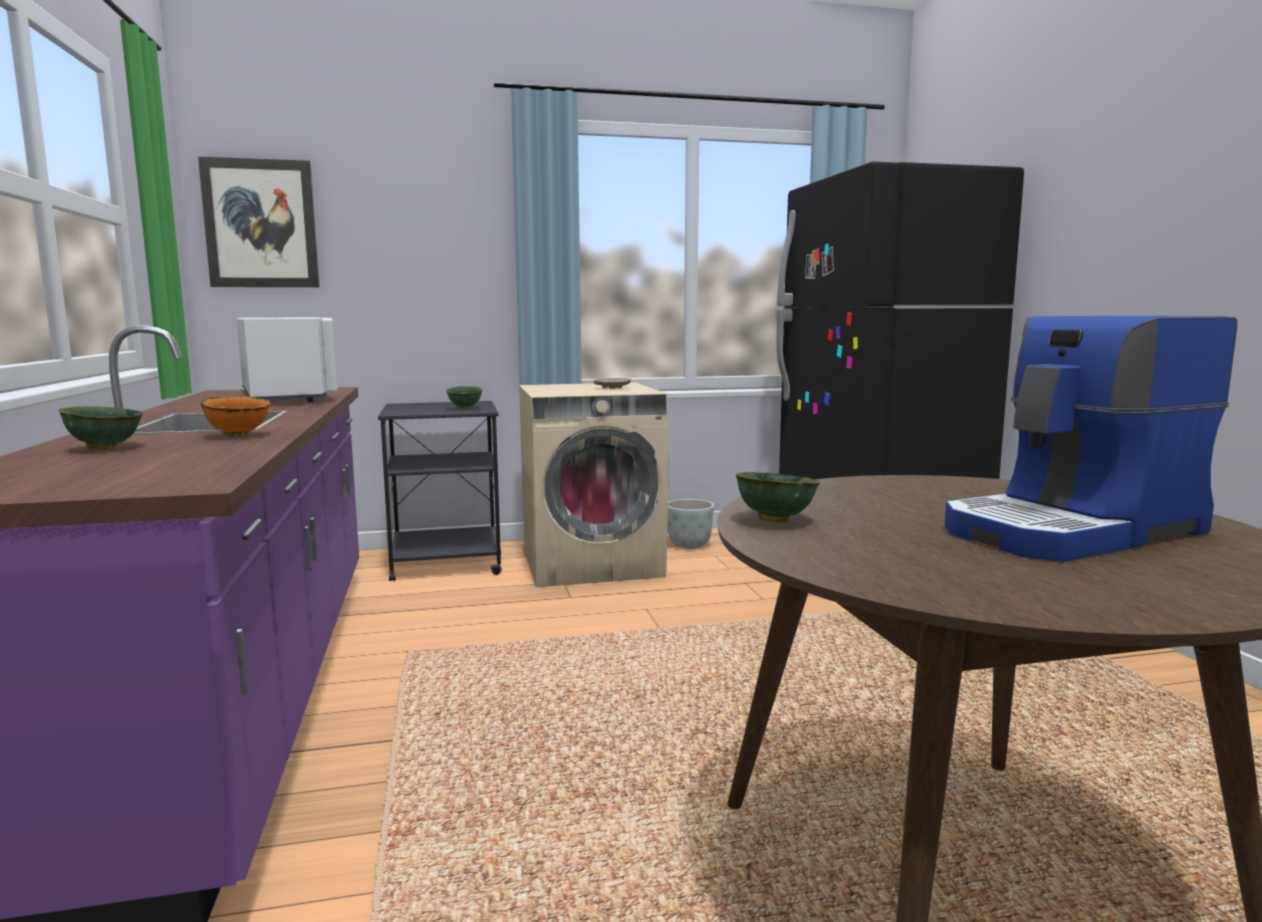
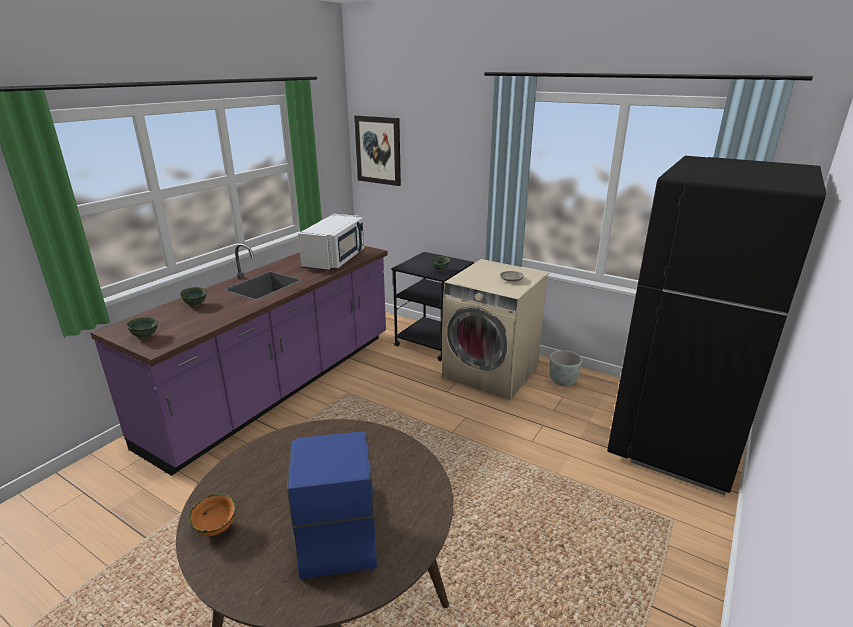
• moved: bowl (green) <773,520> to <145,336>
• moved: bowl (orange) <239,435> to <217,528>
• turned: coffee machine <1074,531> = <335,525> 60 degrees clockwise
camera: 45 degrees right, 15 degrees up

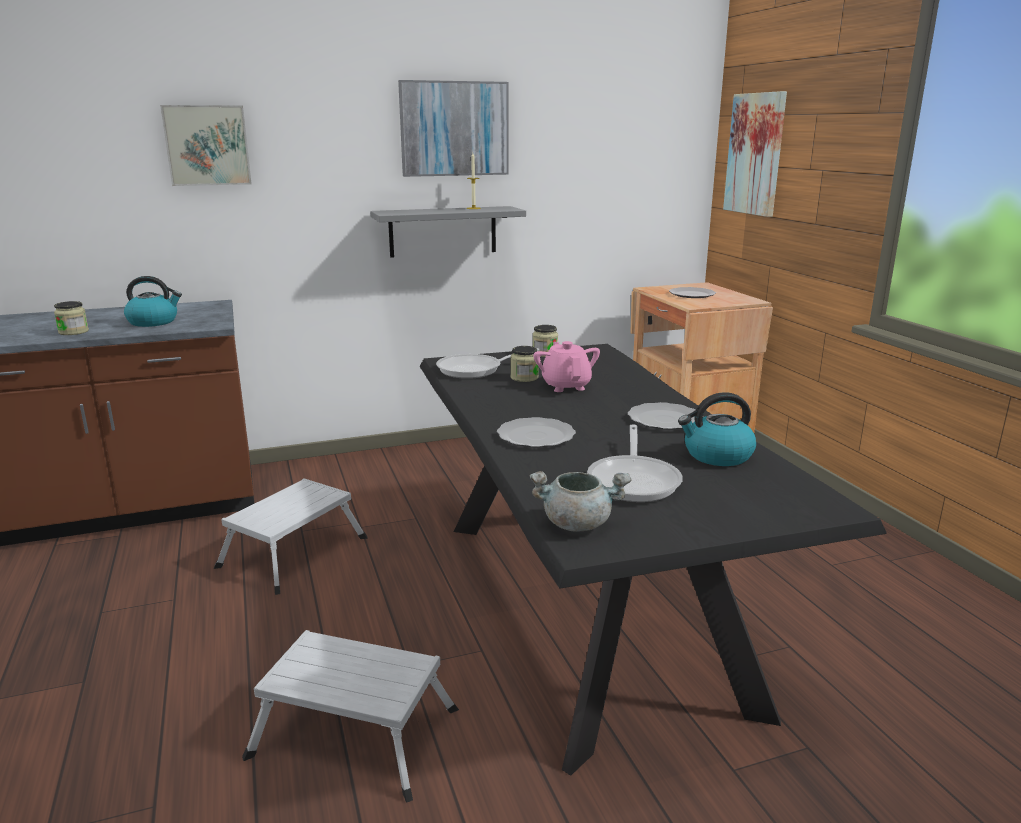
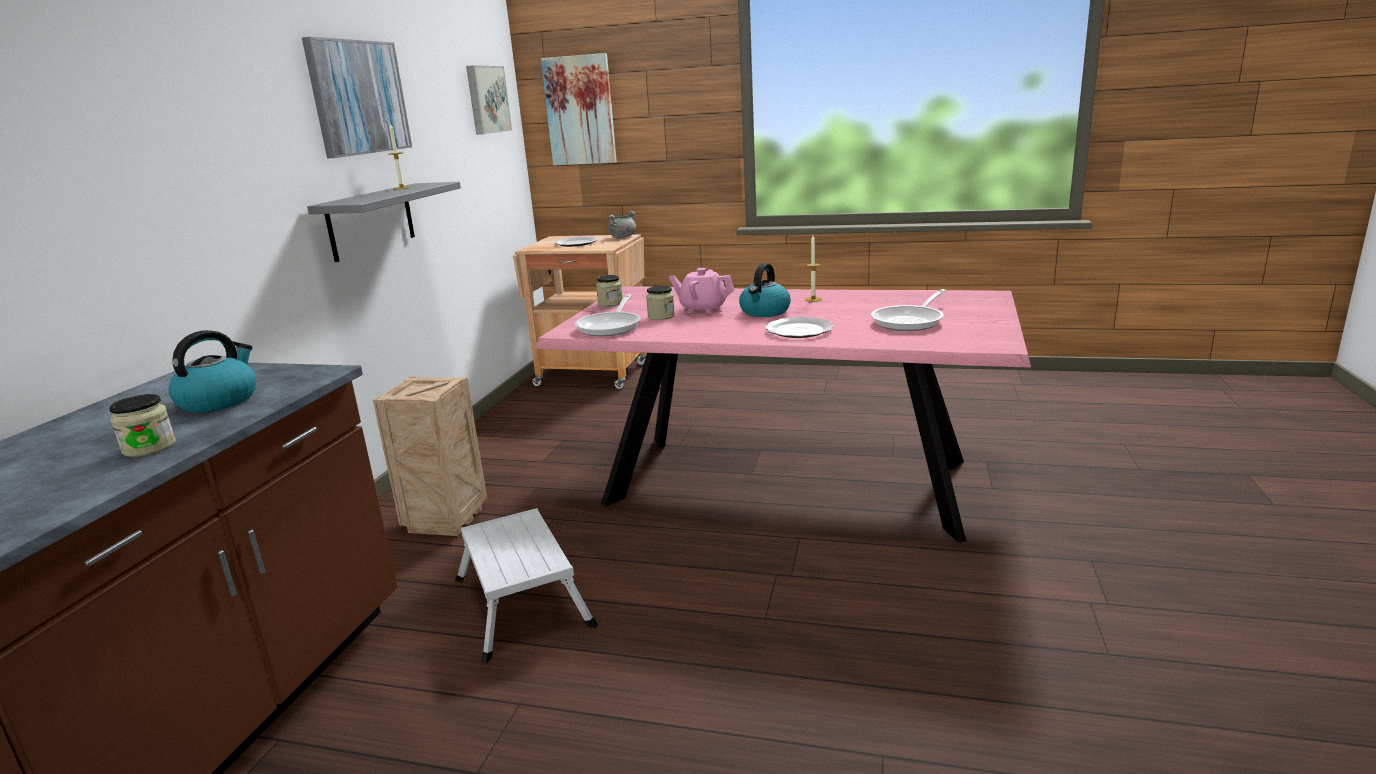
• added: crate <446,519>
• moved: picture <207,145> to <486,100>
• recoloured: dining table (black) <585,608> to dining table (pink) <786,483>
• moved: cooking pot (grey) <577,523> to <622,236>
• moved: kettle <717,455> to <764,312>
• replaced: plate <663,419> to candle <813,299>
• turned: frying pan <634,480> = <911,321> 90 degrees clockwise
• removed: step ladder (white) <356,733>
camera: 55 degrees left, 0 degrees up

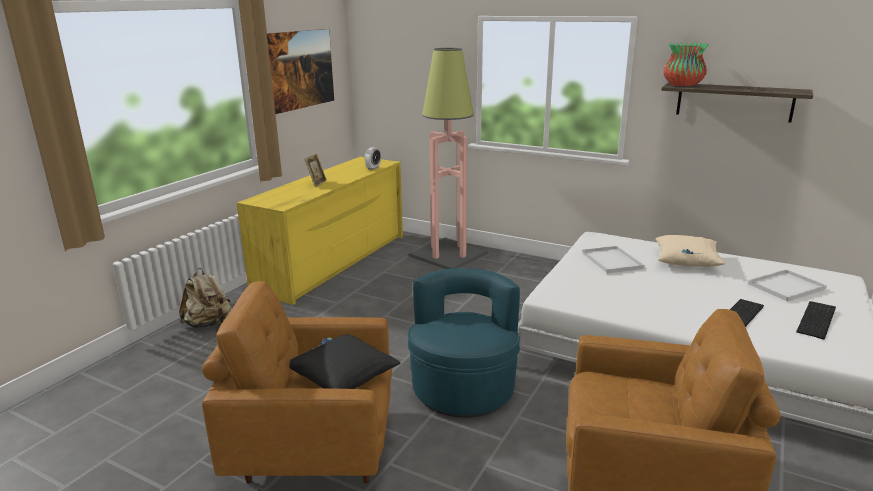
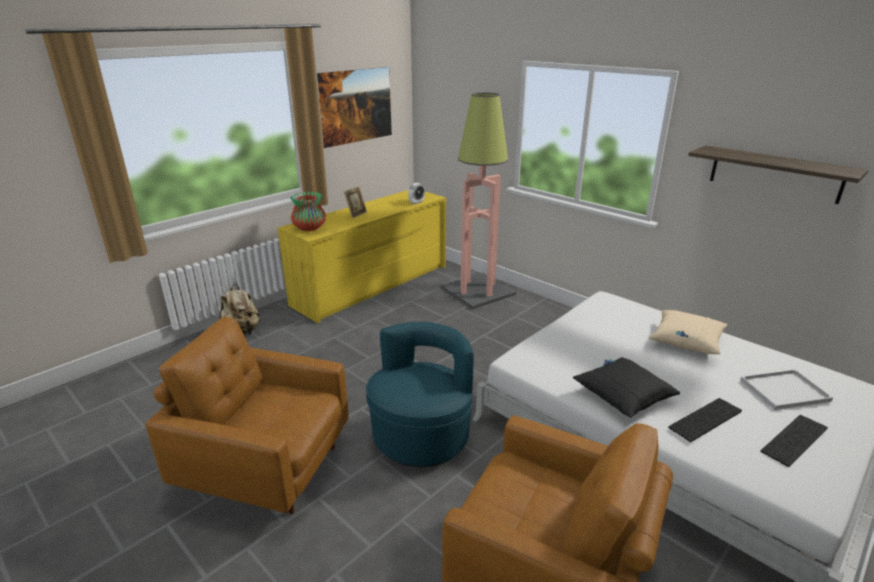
• moved: vase <682,85> to <309,228>
• moved: pillow (black) <343,377> to <623,397>
• removed: tray (white) <613,261>
camera: 15 degrees right, 5 degrees up

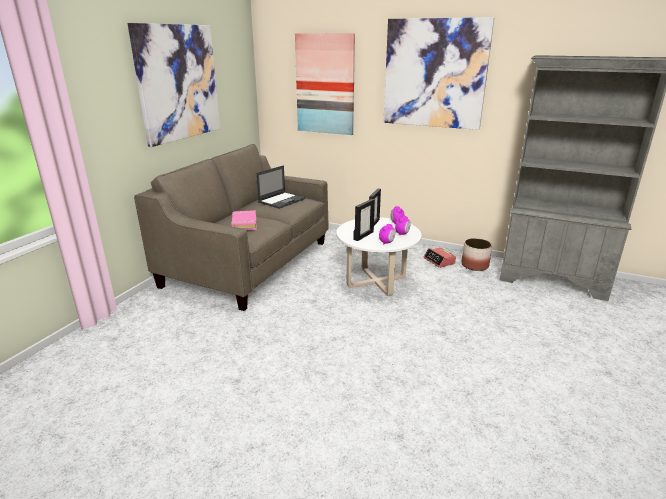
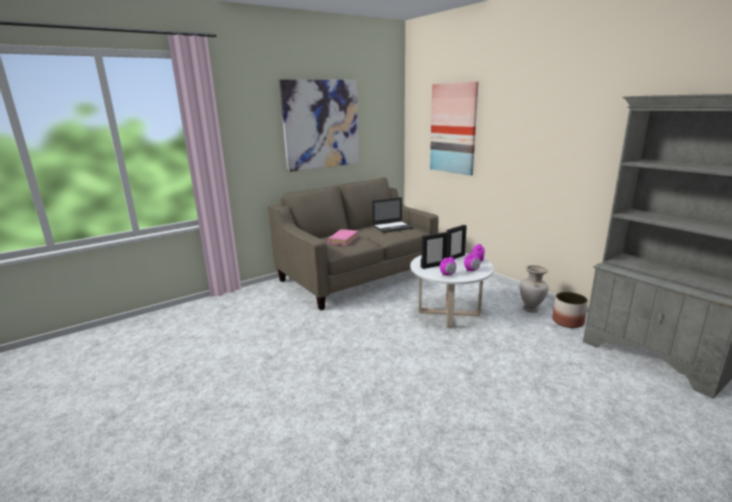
• replaced: alarm clock <439,261> to vase (beige) <531,309>
• removed: picture <434,74>
camera: 30 degrees right, 5 degrees down

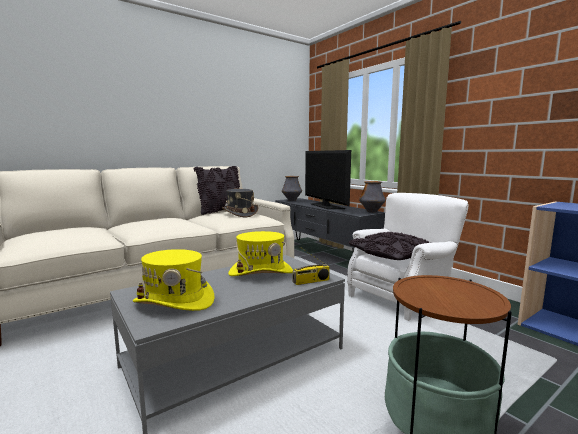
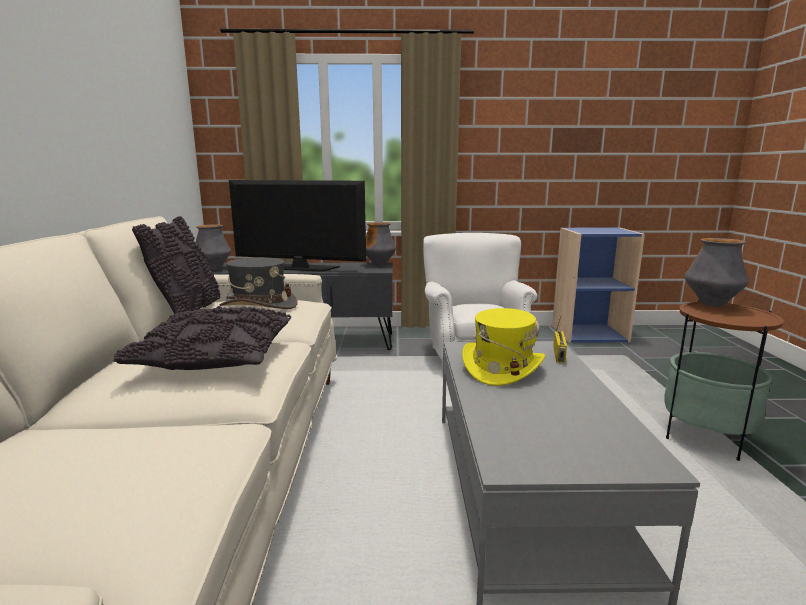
• moved: pillow (black) <391,255> to <215,357>
• added: vase <711,304>
• removed: hat (yellow) <175,301>
camera: 55 degrees left, 5 degrees up

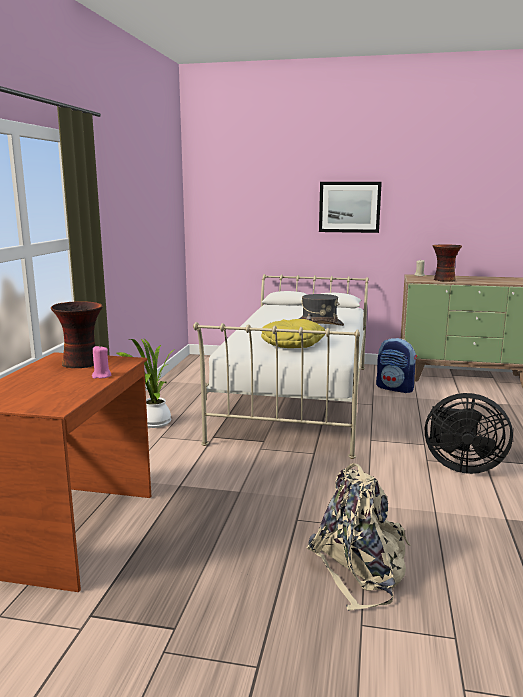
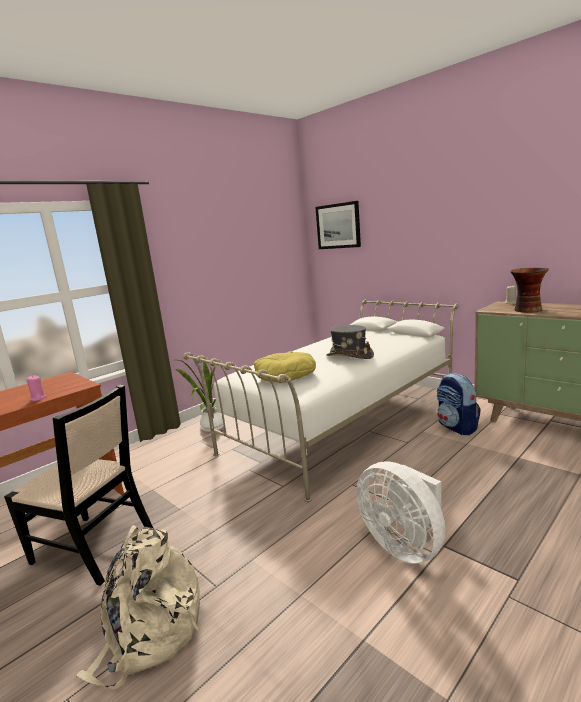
• added: chair <93,548>
• moved: picture <349,207> to <338,226>
• recoloured: fan (black) <460,466> to fan (white) <404,545>
• removed: vase <82,363>
camera: 35 degrees right, 0 degrees up

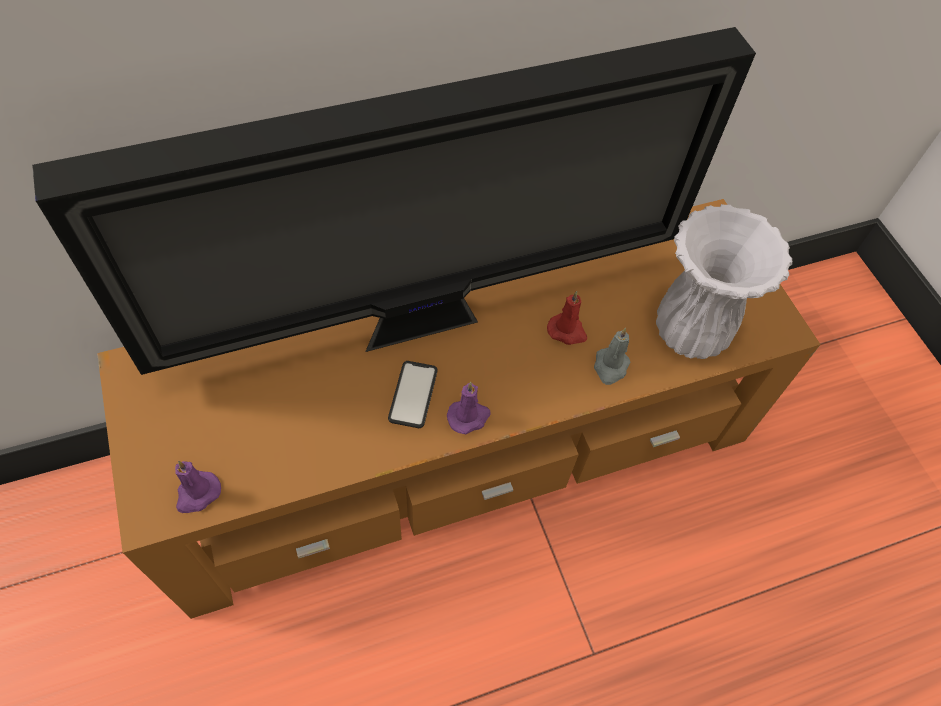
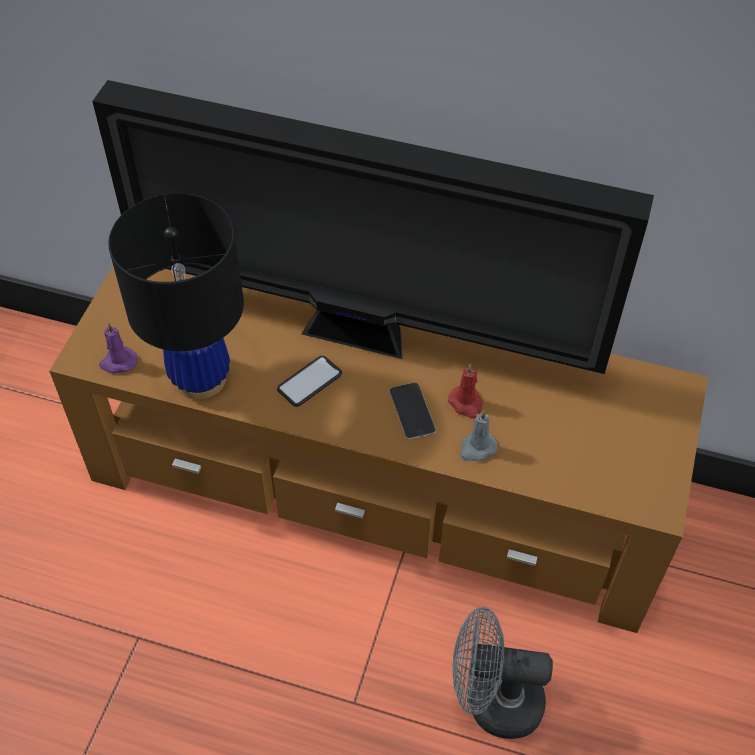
• added: table lamp (black) <200,379>
• added: phone <412,411>
• added: fan (grey) <493,701>
• removed: candle (purple) <469,417>
• removed: vase (white) <689,332>
camera: 40 degrees right, 5 degrees down

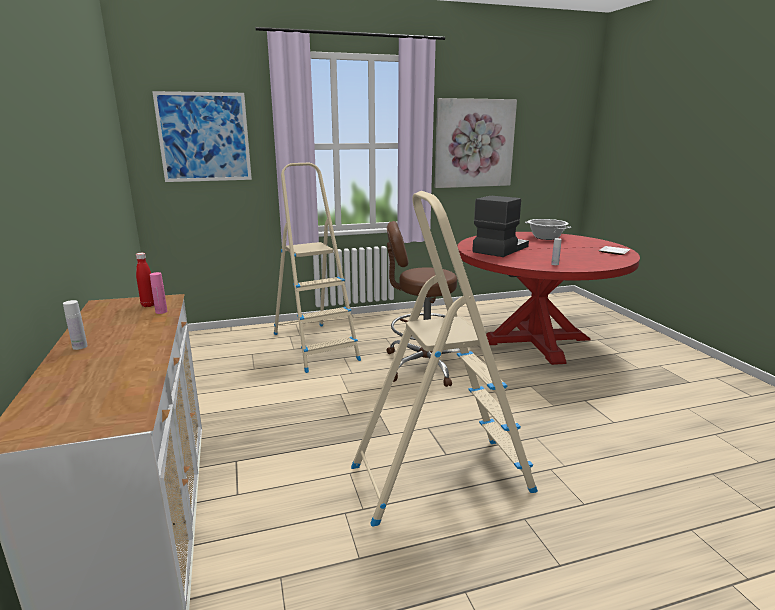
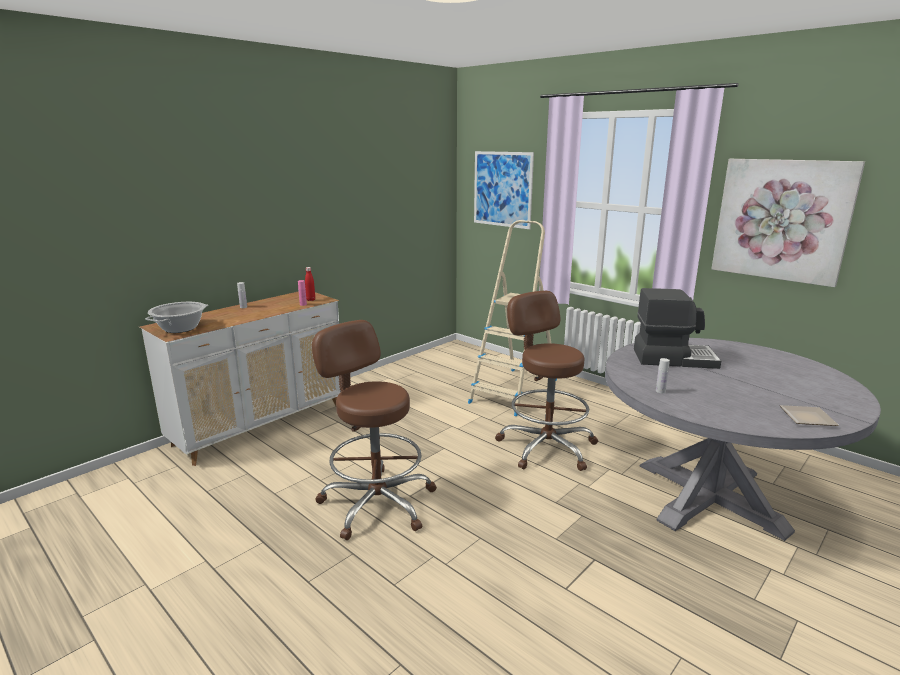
• moved: cooking pot <546,237> to <180,328>
• replaced: step ladder (beige) <442,478> to stool (brown) <376,502>
• recoloured: dining table (red) <534,340> to dining table (grey) <709,496>
camera: 60 degrees right, 0 degrees up

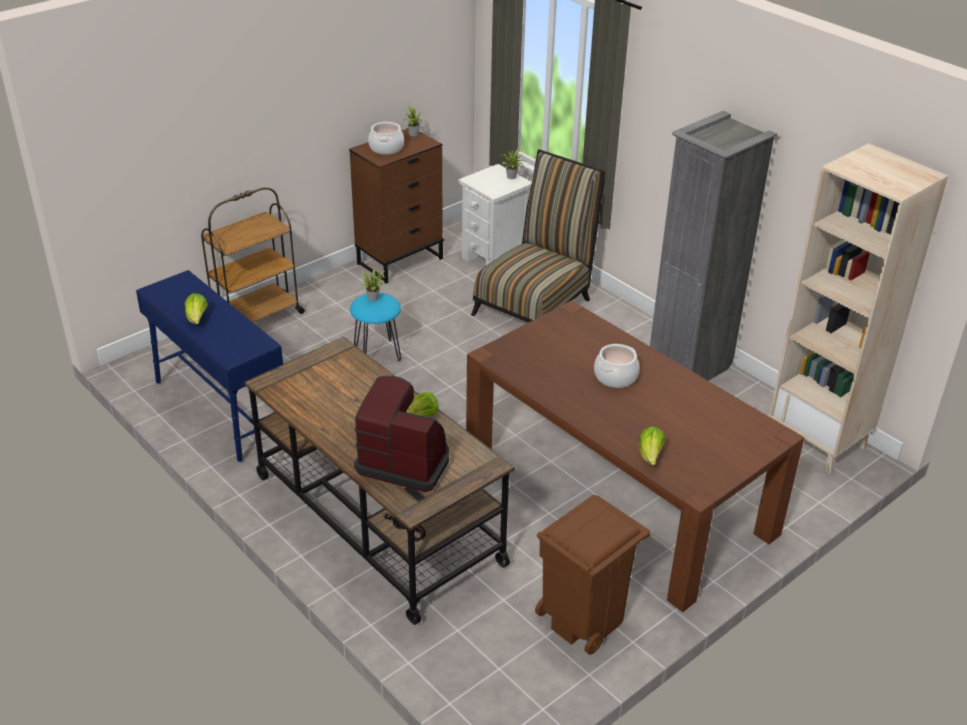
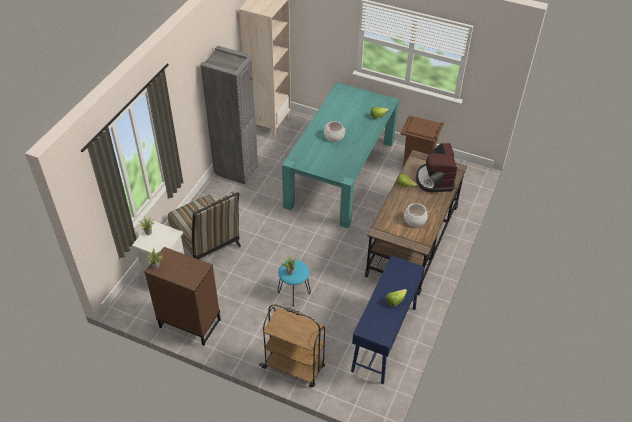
• turned: chair <536,303> = <207,242> 135 degrees counterclockwise
• recoloured: dining table (brown) <617,490> to dining table (turquoise) <341,173>
• moved: cooking pot <386,148> to <415,220>
camera: 115 degrees left, 10 degrees up

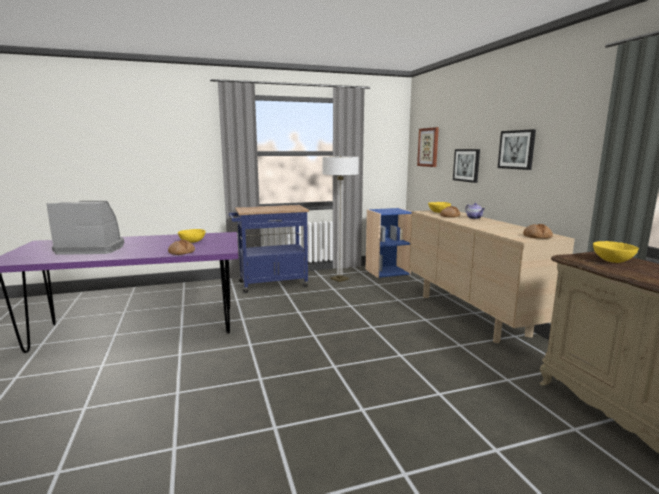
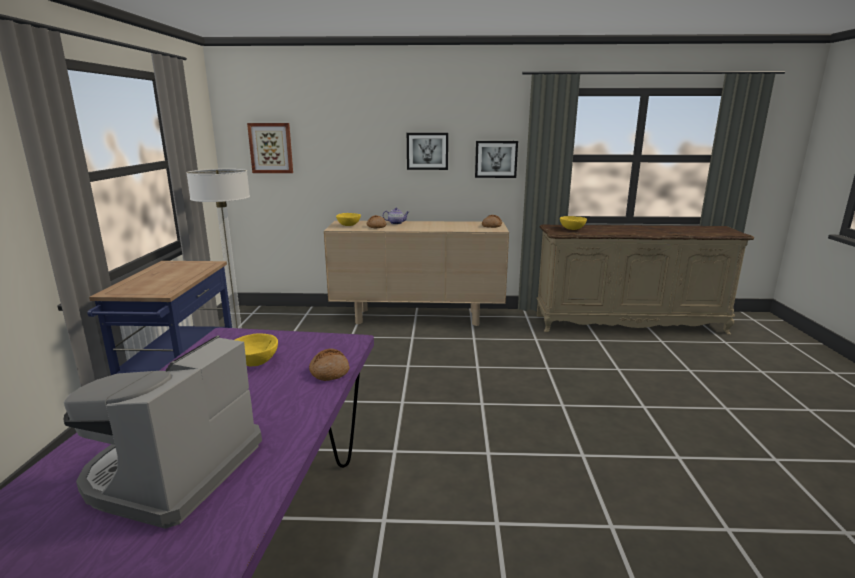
• moved: picture <467,165> to <496,159>
• removed: bookcase (blue) <387,271>
camera: 70 degrees left, 5 degrees up

